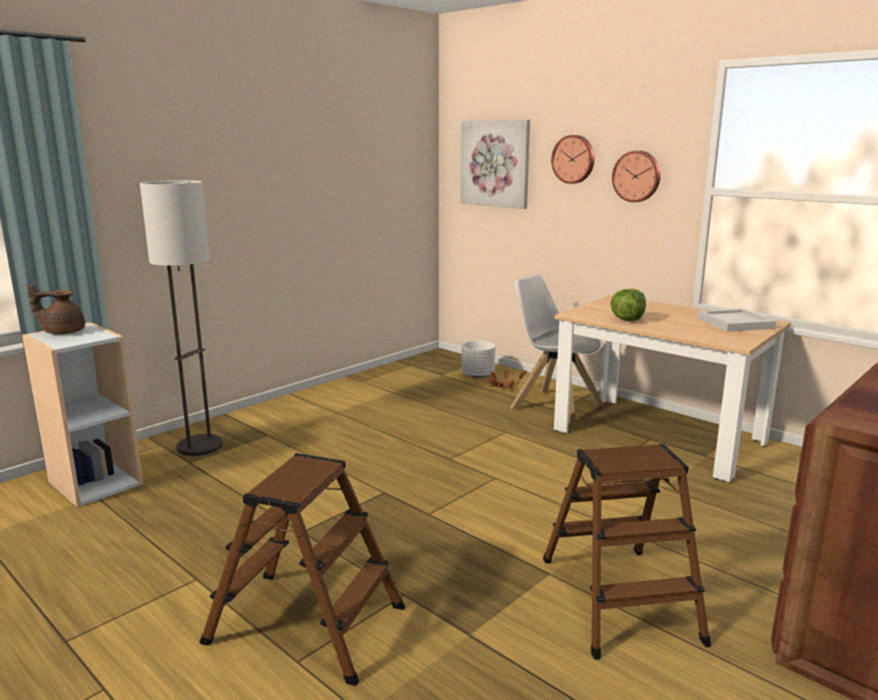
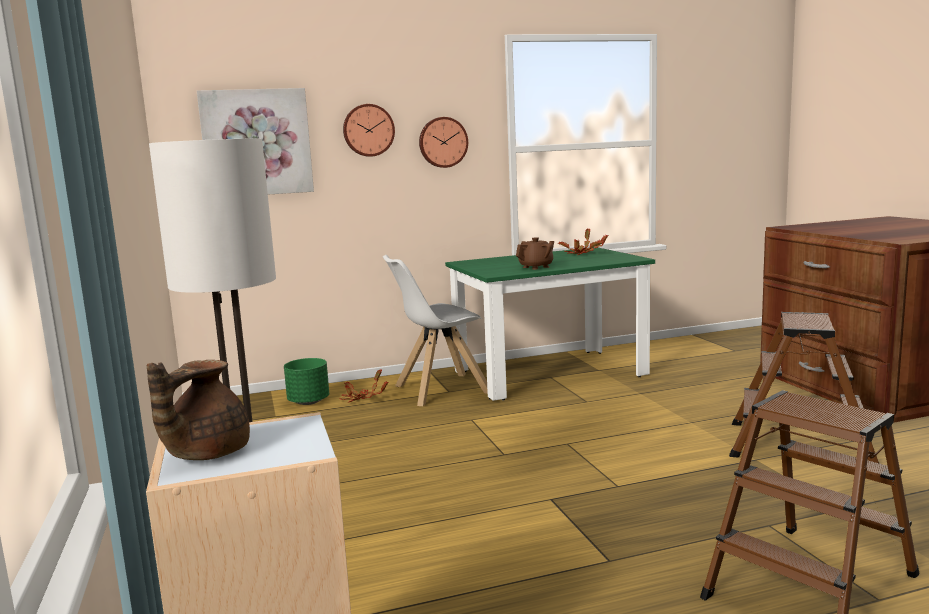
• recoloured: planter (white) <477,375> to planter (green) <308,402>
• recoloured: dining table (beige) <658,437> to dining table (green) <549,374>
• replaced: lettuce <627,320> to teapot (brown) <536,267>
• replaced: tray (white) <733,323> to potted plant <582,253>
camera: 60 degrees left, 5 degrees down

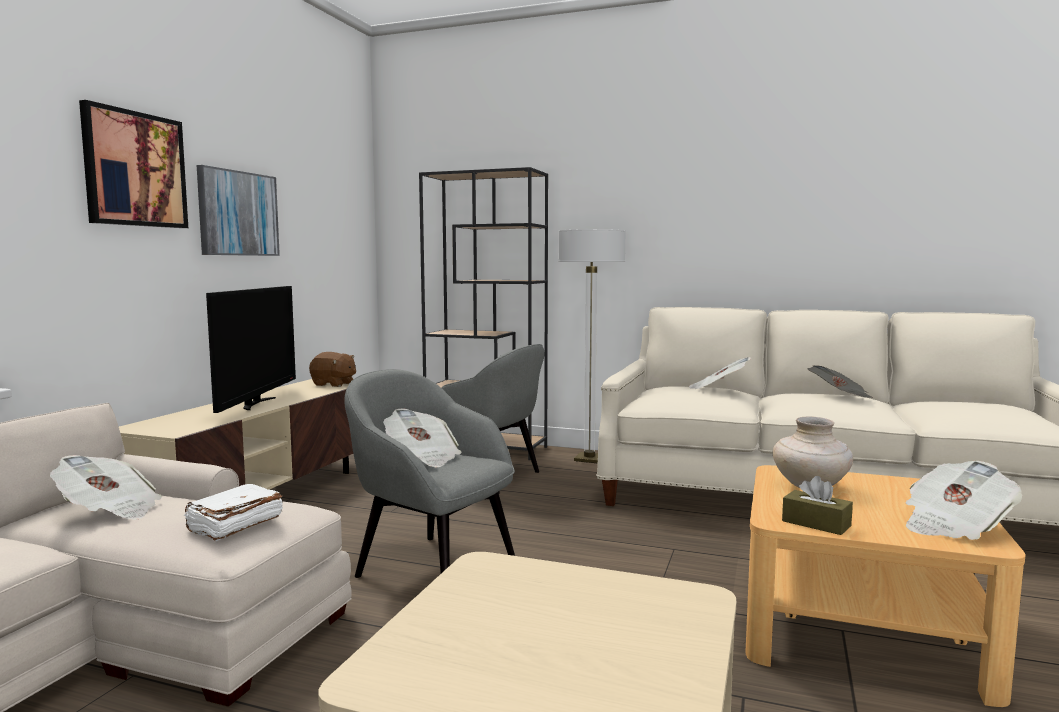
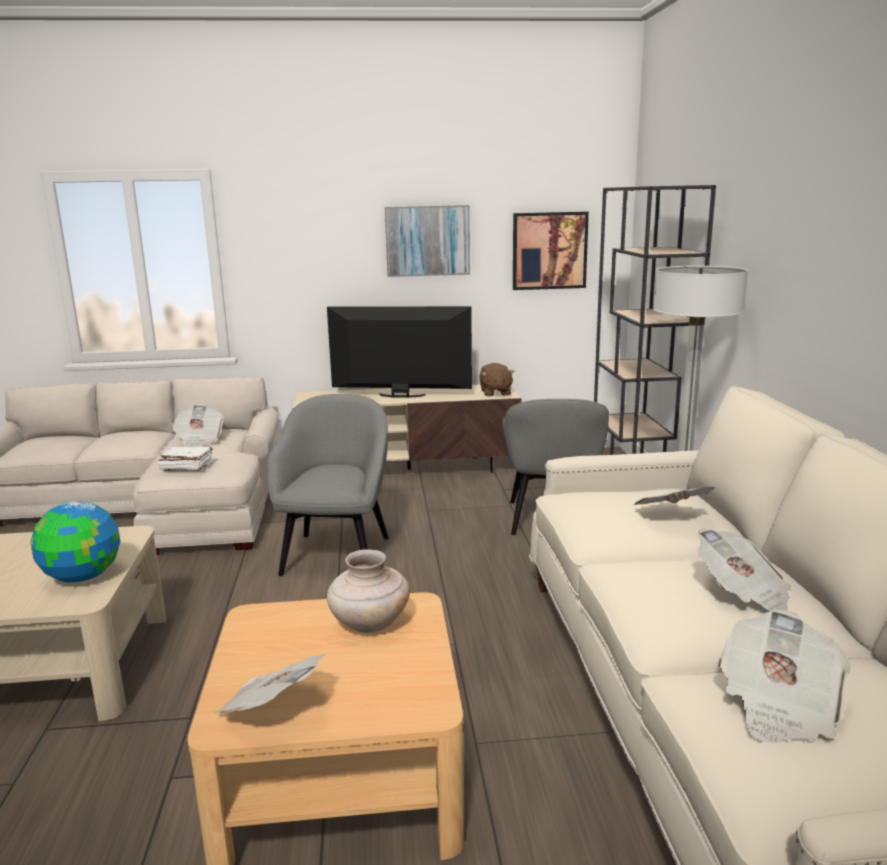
• added: globe <83,577>
• turned: television <256,403> = <401,396> 150 degrees counterclockwise
• moved: picture <135,169> to <549,250>
• moved: newspaper <423,457> to <778,706>
• removed: tissue box (brown) <816,523>
camera: 65 degrees right, 10 degrees up

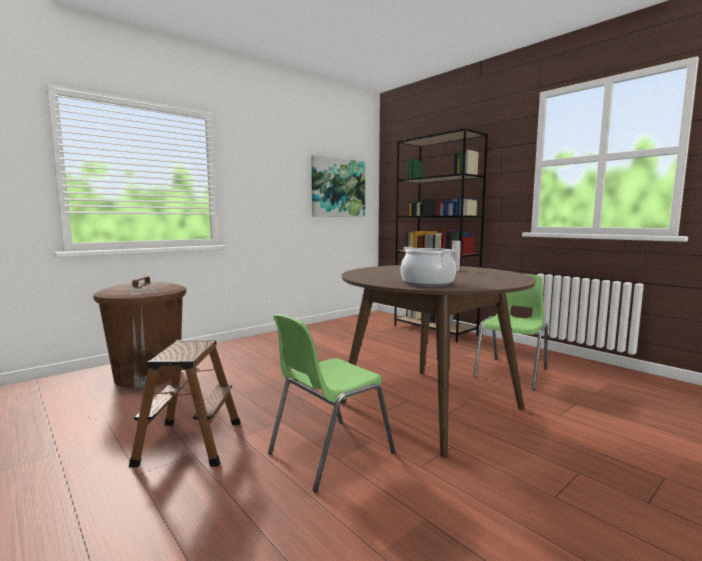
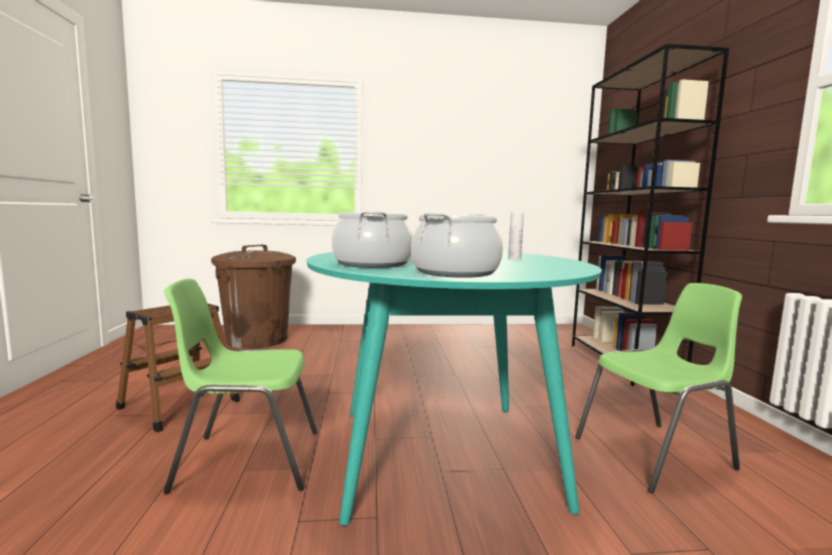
• recoloured: dining table (brown) <430,406> to dining table (turquoise) <443,454>
• added: cooking pot <455,272>
• removed: picture <338,188>
camera: 35 degrees right, 0 degrees up

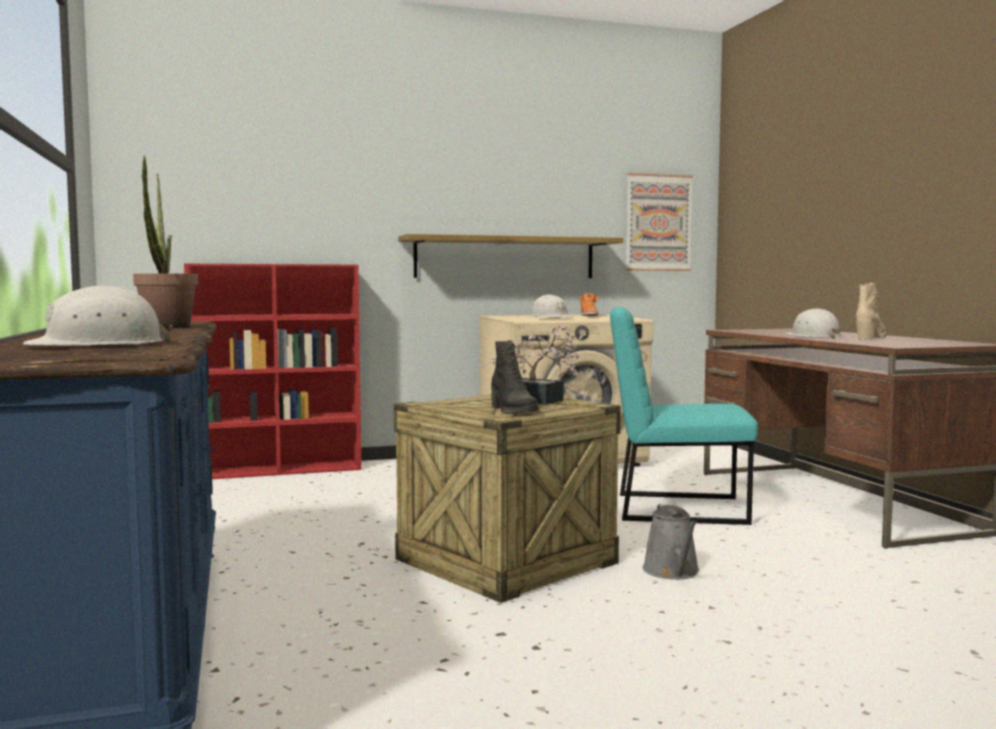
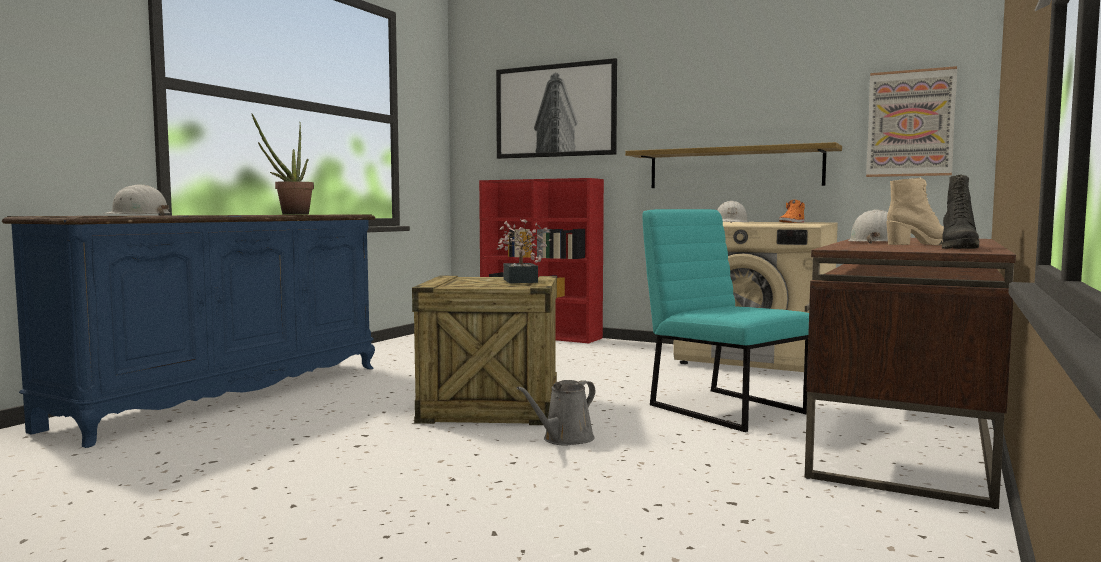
• added: picture <555,111>
• moved: boot (black) <512,411> to <957,248>
camera: 45 degrees right, 0 degrees up

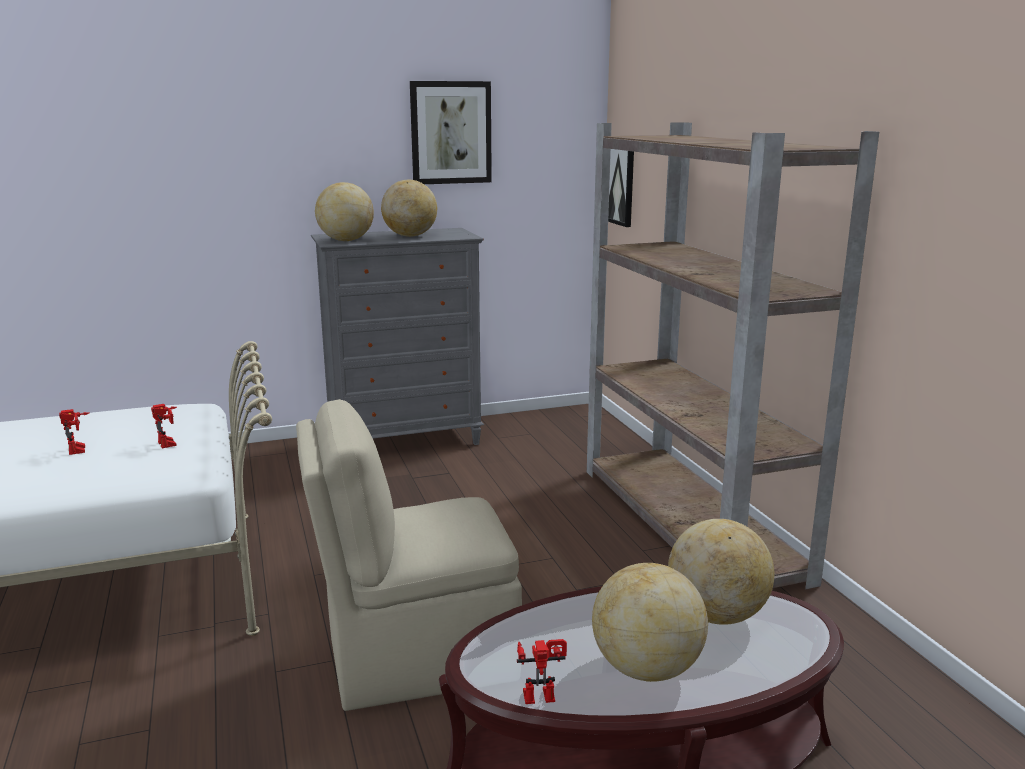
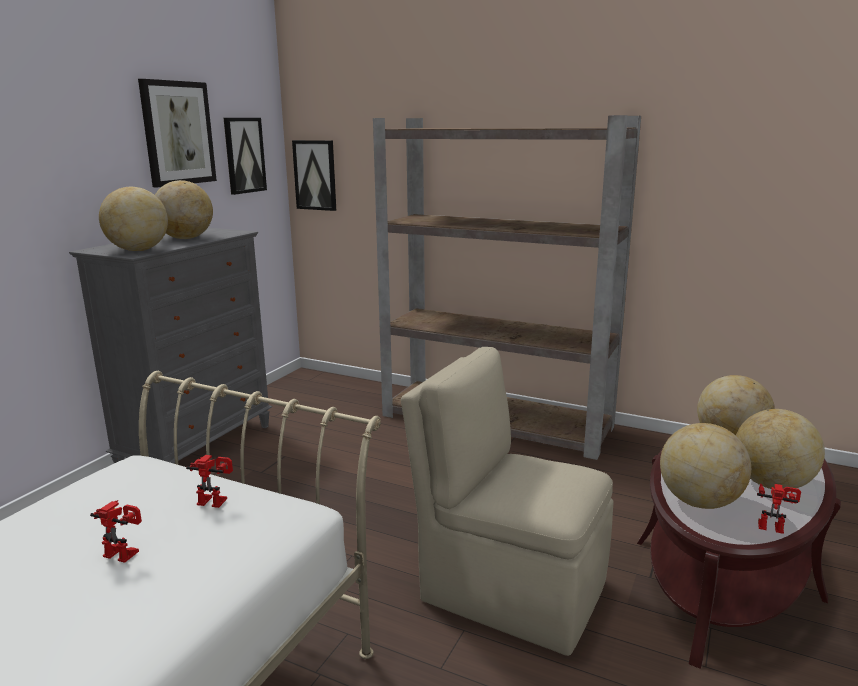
• added: picture <244,155>
• turned: chair (beige) <416,656> = <509,589> 90 degrees clockwise
• added: globe <699,502>
• turned: toy robot <540,693> = <772,525> 75 degrees clockwise
camera: 45 degrees left, 0 degrees up

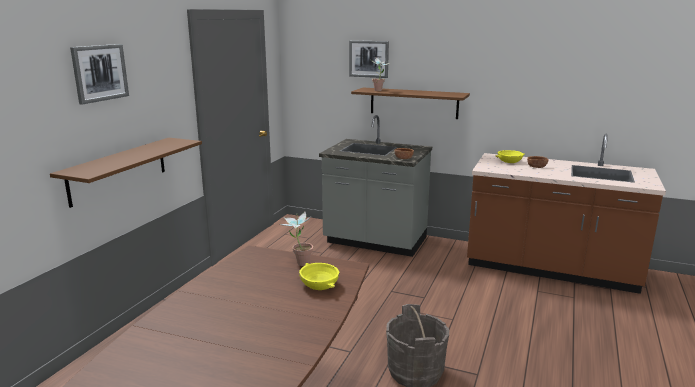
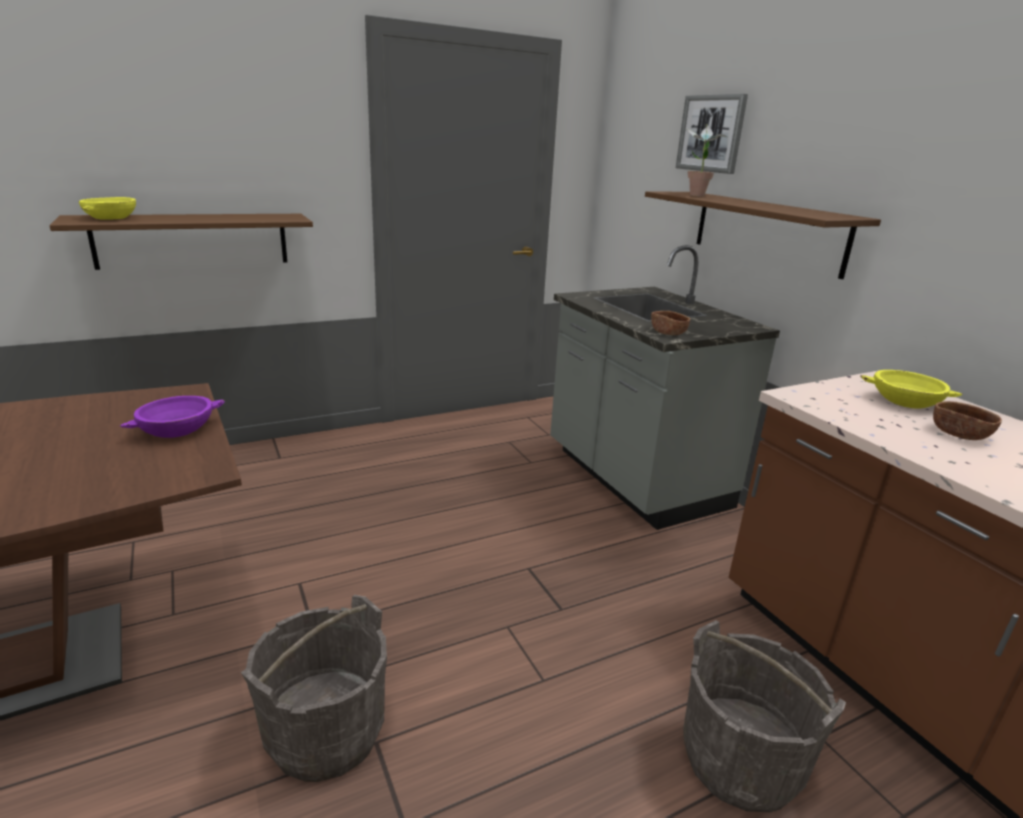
• moved: bowl (yellow) <320,284> to <111,218>
• replaced: potted plant <299,262> to bowl (purple) <177,430>
• added: bucket (grey) <740,761>
• removed: picture <99,73>
camera: 40 degrees right, 5 degrees up

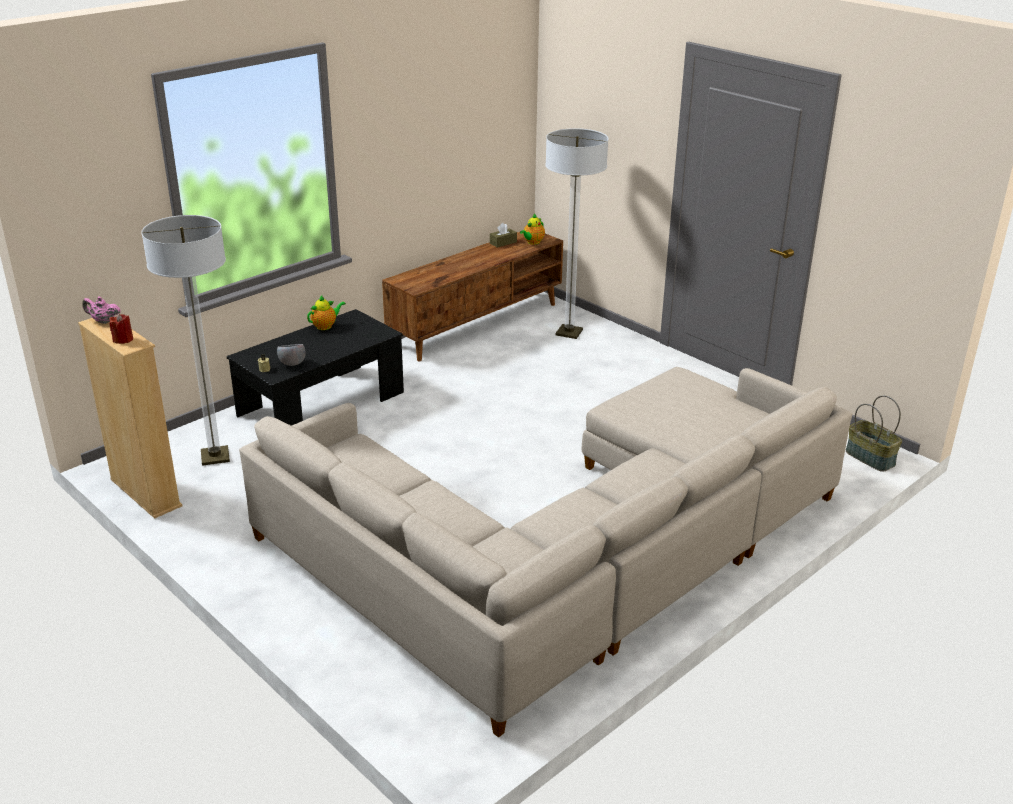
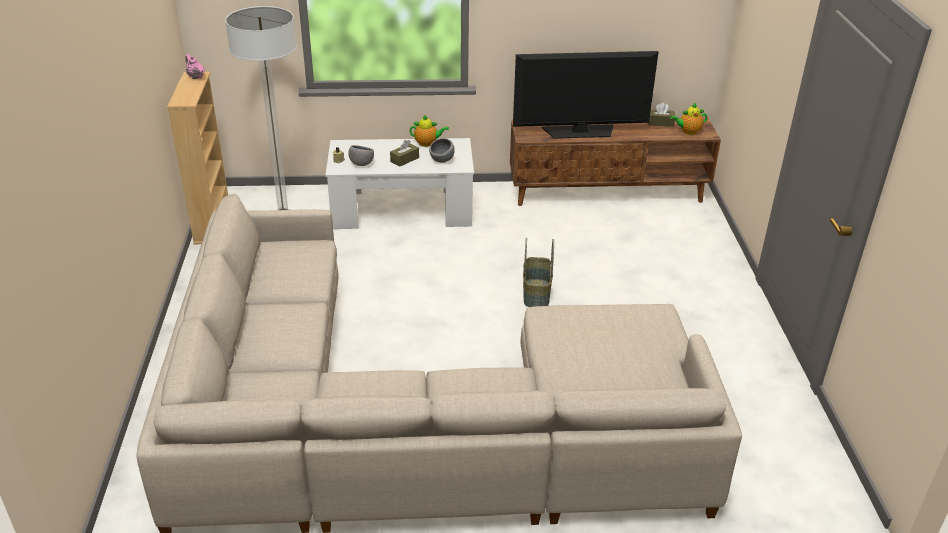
• recoloured: coffee table (black) <321,404> to coffee table (white) <402,209>
• added: tissue box (brown) <404,159>
• added: bowl (grey) <442,160>
• added: television <580,132>
• moved: basket <871,458> to <537,294>
• removed: candle (red) <123,339>
• removed: floor lamp <569,333>
camera: 40 degrees right, 5 degrees up

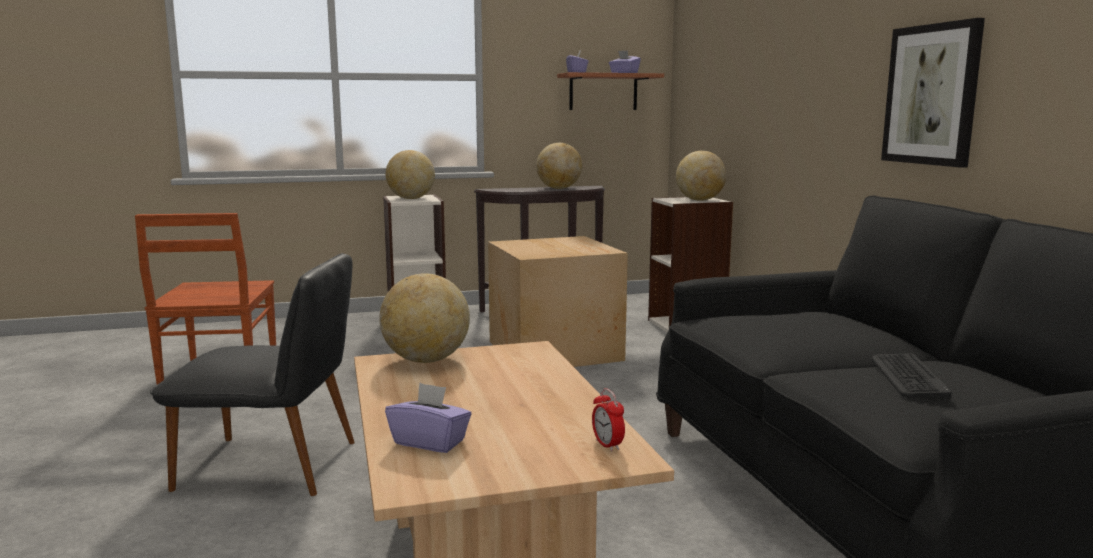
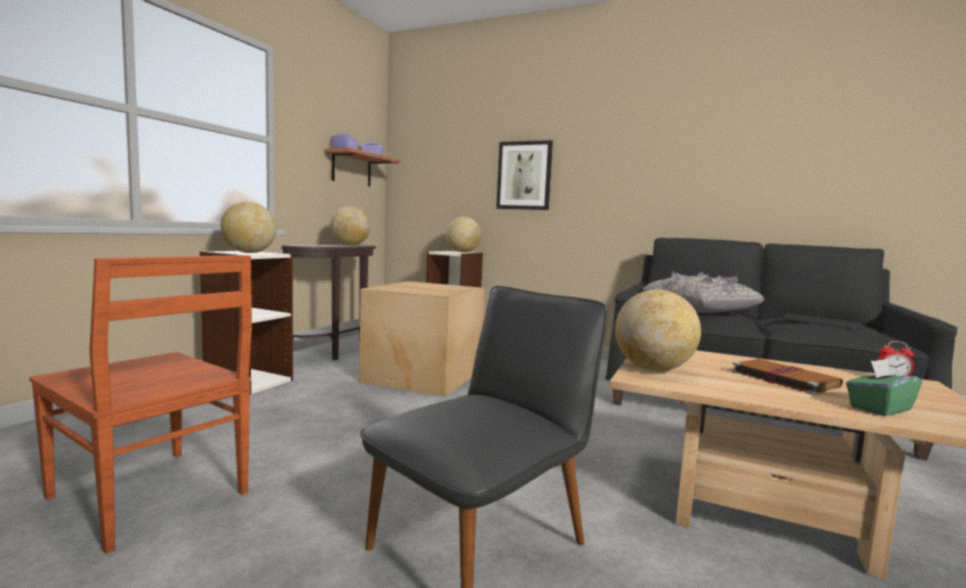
• moved: picture <932,95> to <524,175>
• added: pillow (grey) <699,311>
• added: book (brown) <782,378>
• recoloured: tissue box (purple) <430,442> to tissue box (green) <879,408>
camera: 50 degrees left, 5 degrees down

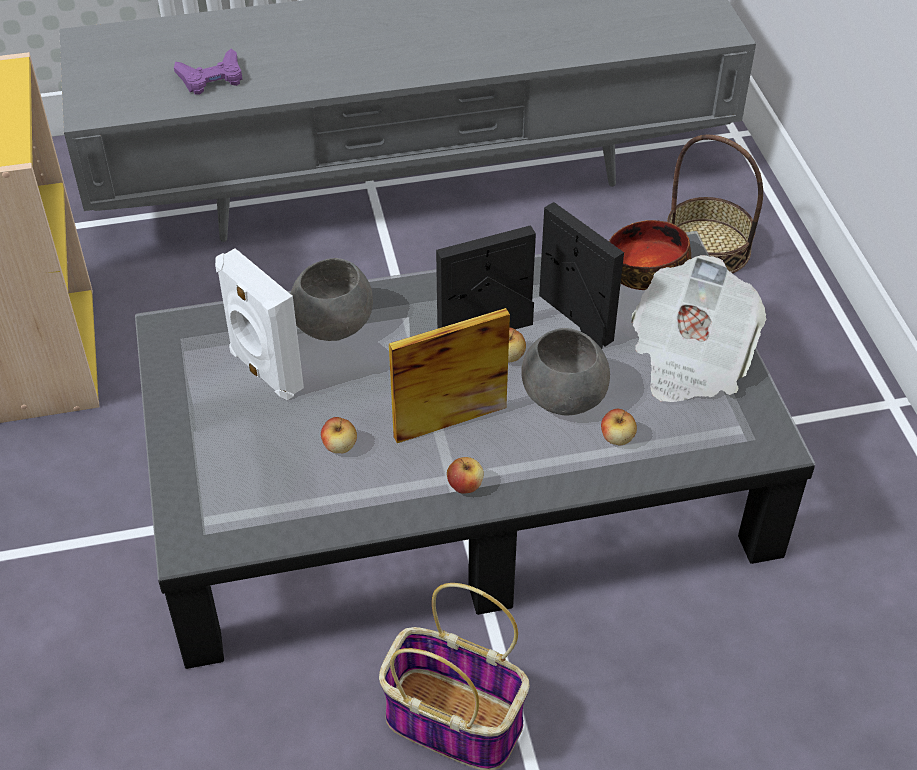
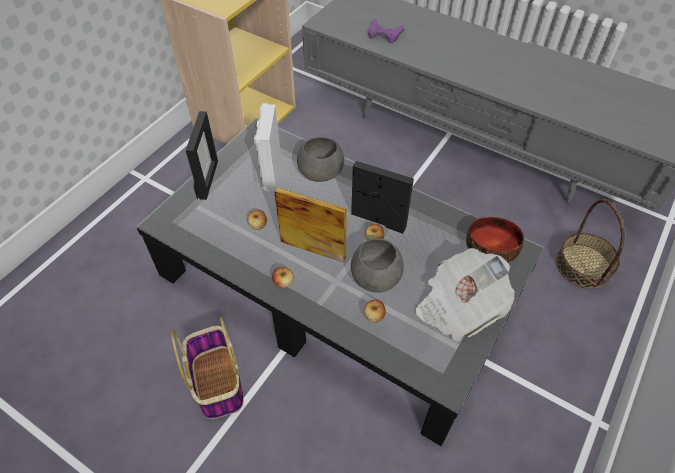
• moved: picture frame <574,319> to <207,179>
camera: 45 degrees right, 5 degrees up

